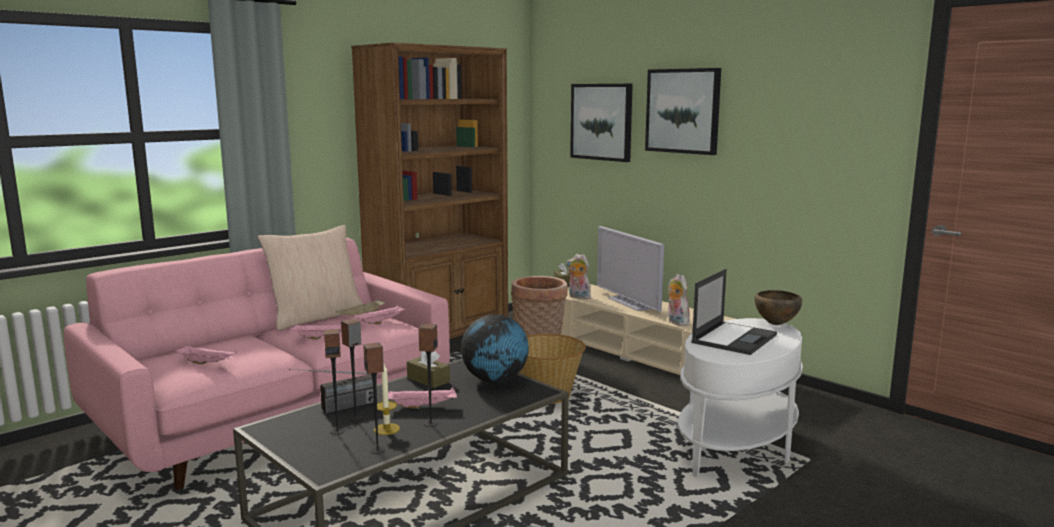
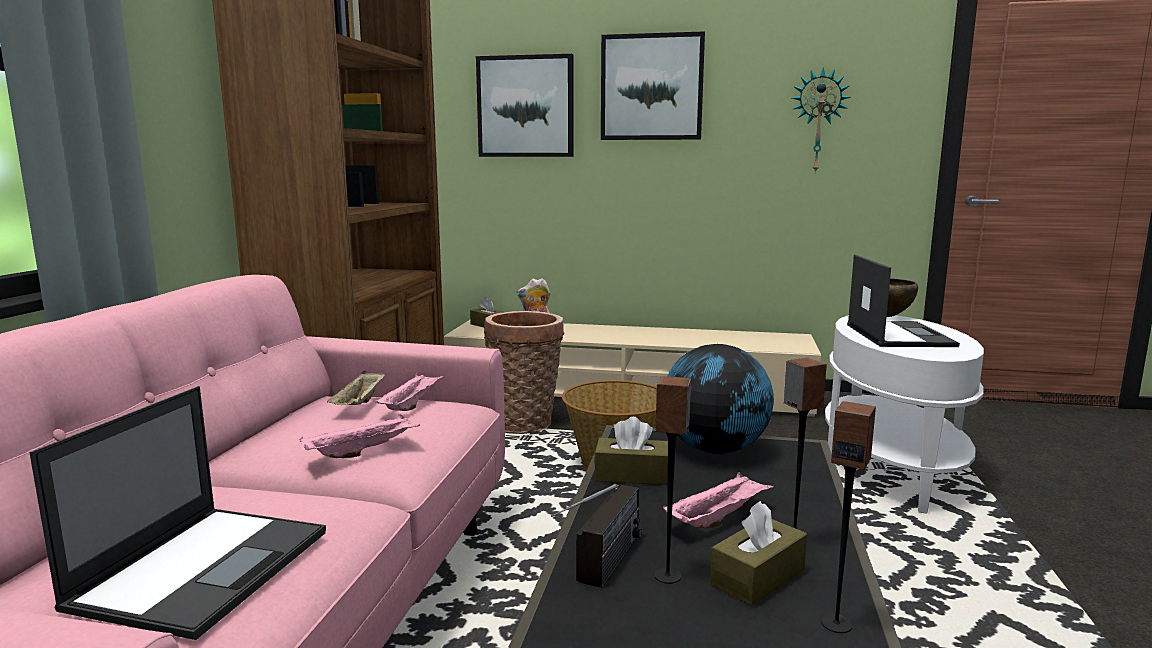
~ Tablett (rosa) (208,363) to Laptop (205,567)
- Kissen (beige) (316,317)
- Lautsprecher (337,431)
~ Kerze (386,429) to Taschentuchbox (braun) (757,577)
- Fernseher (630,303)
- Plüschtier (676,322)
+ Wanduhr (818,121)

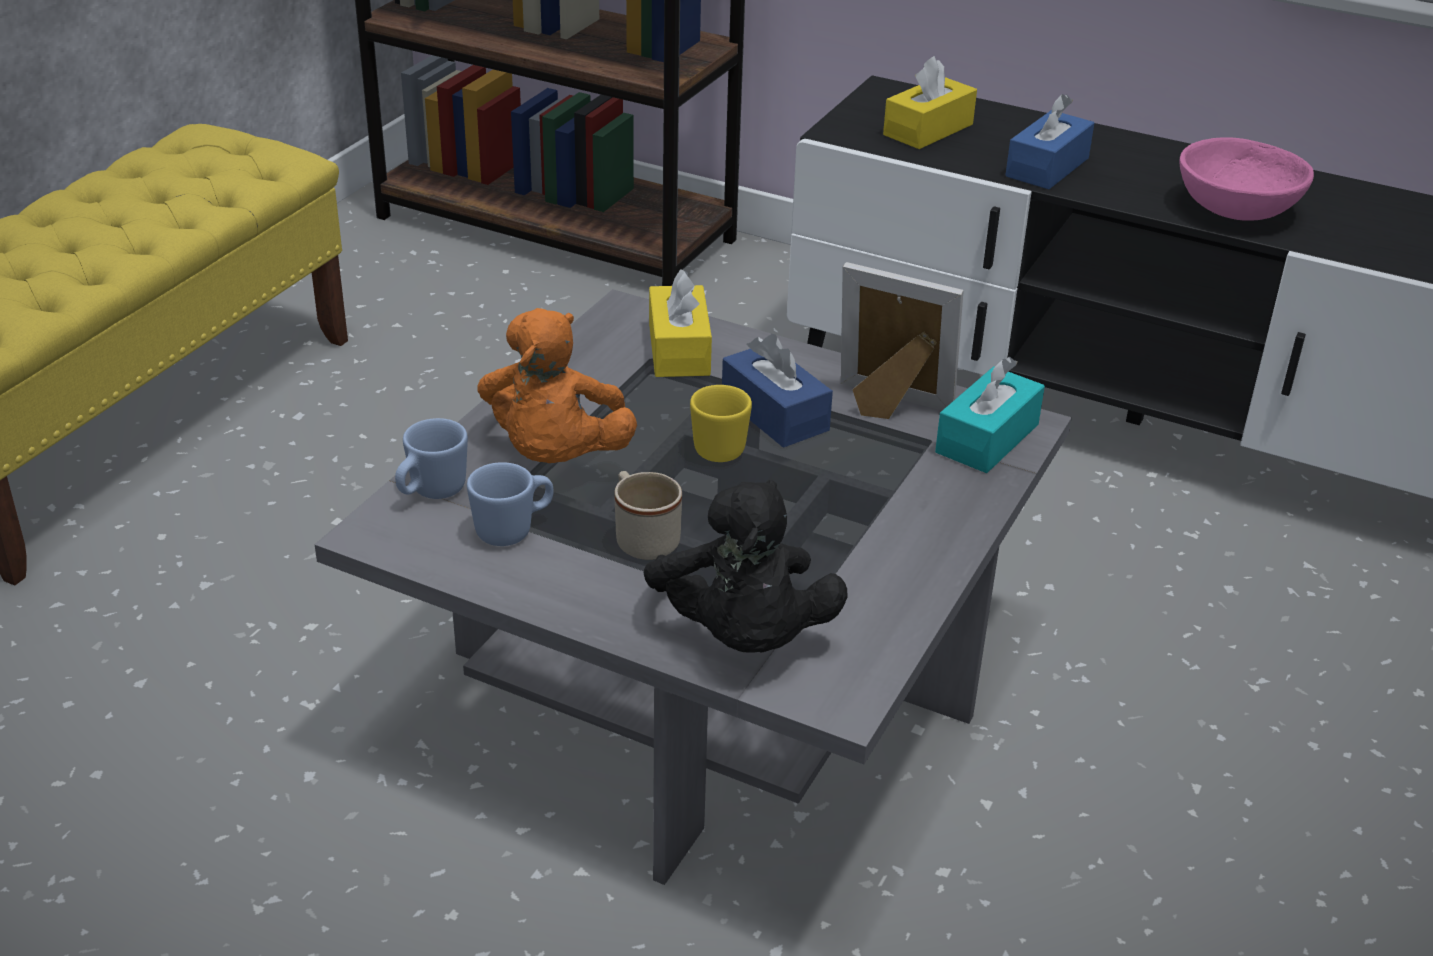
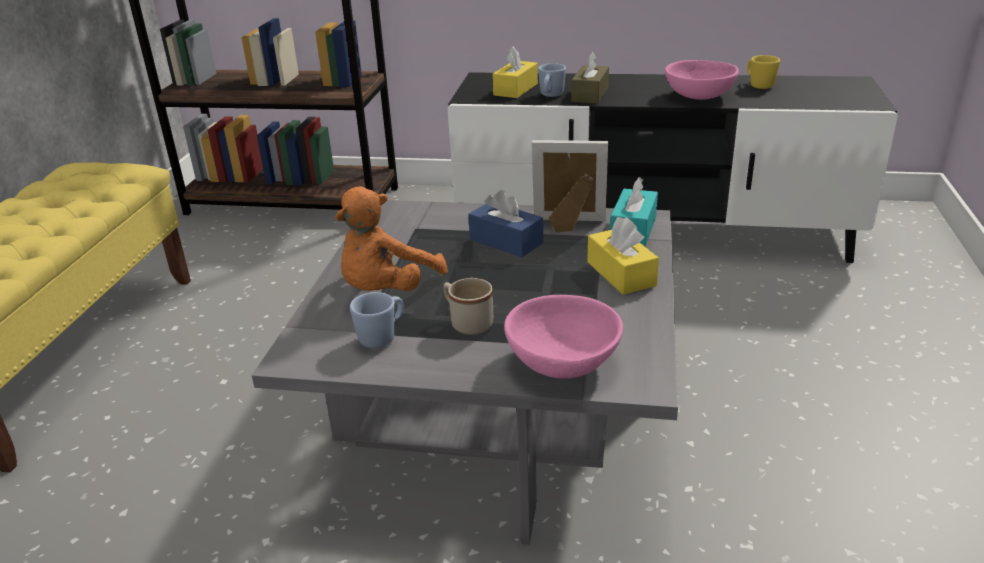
~ Henkelbecher (blau) (431,492) to (550,96)
~ Plüschtier (orange) (556,456) = (387,290) 45 degrees clockwise
~ Plüschtier (schwarz) (743,637) to Schüssel (rosa) (563,363)
~ Taschentuchbox (gelb) (679,349) to (621,274)
~ Henkelbecher (gelb) (718,445) to (758,85)
~ Taschentuchbox (blau) (1047,167) to Taschentuchbox (braun) (590,95)

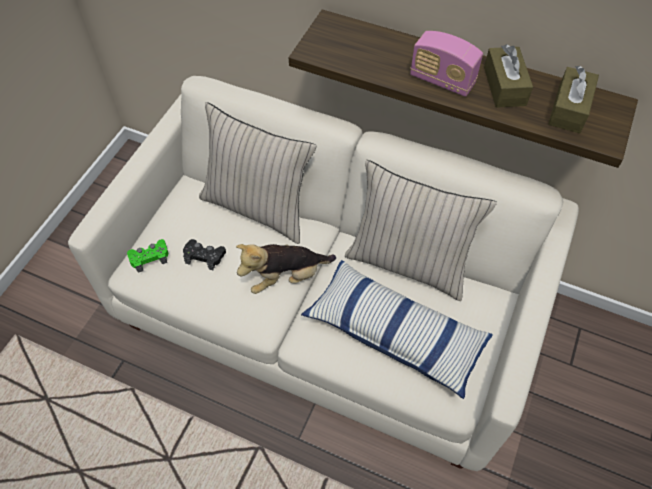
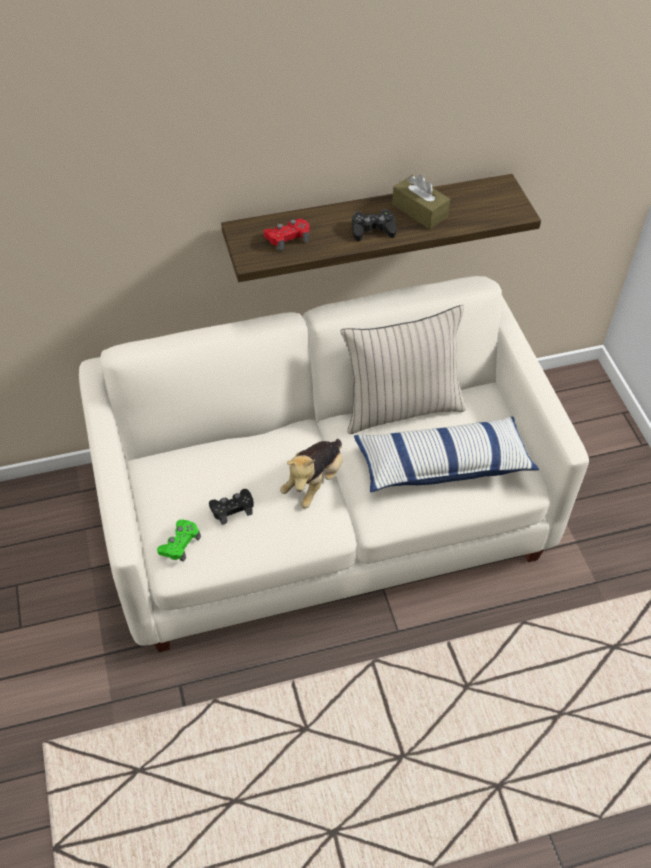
- Kissen (beige) (258,207)
~ Radio (442,81) to Gamepad (schwarz) (373,230)
- Taschentuchbox (braun) (569,109)
+ Gamepad (rot) (287,238)

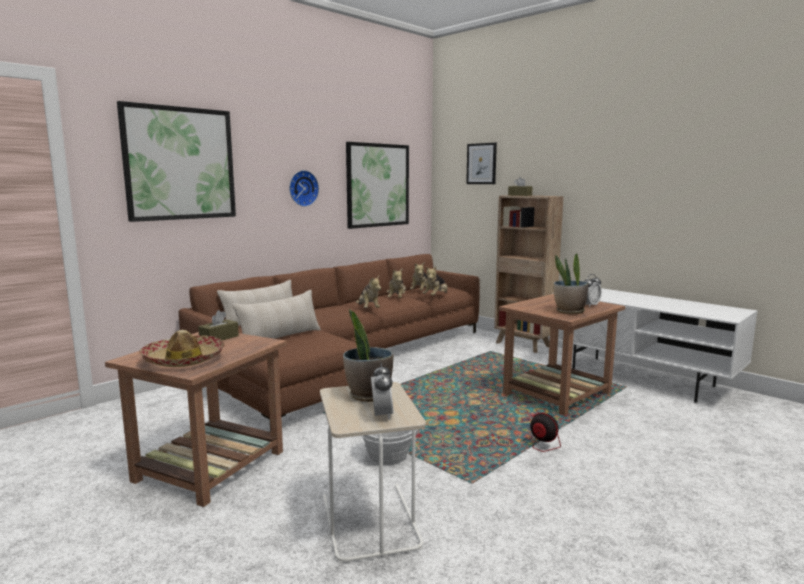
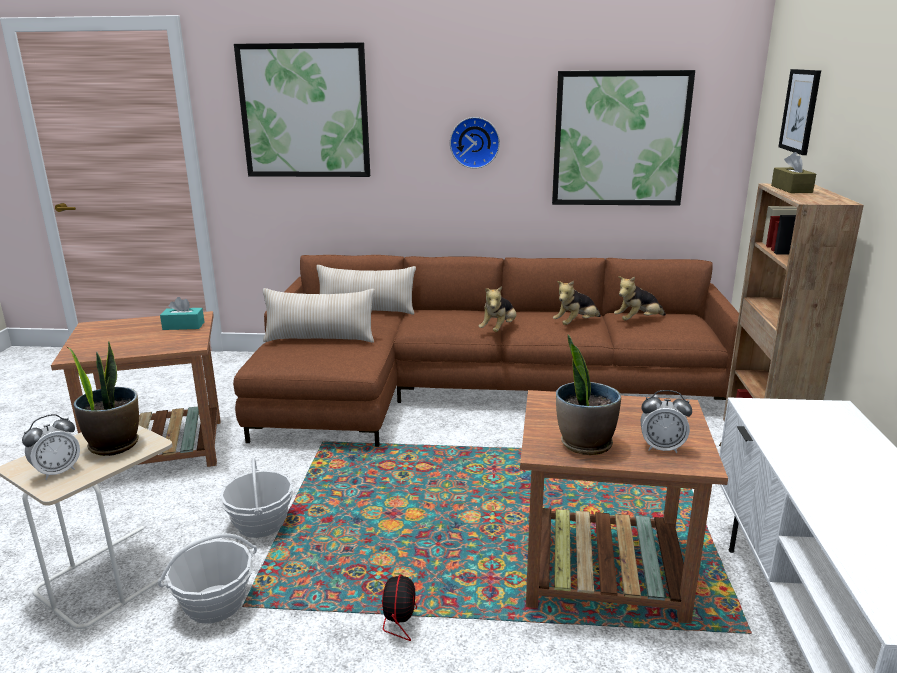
- Hut (183,360)
~ Taschentuchbox (braun) (219,338) to Taschentuchbox (türkis) (183,326)
- Plüschtier (436,296)
+ Korb (215,604)

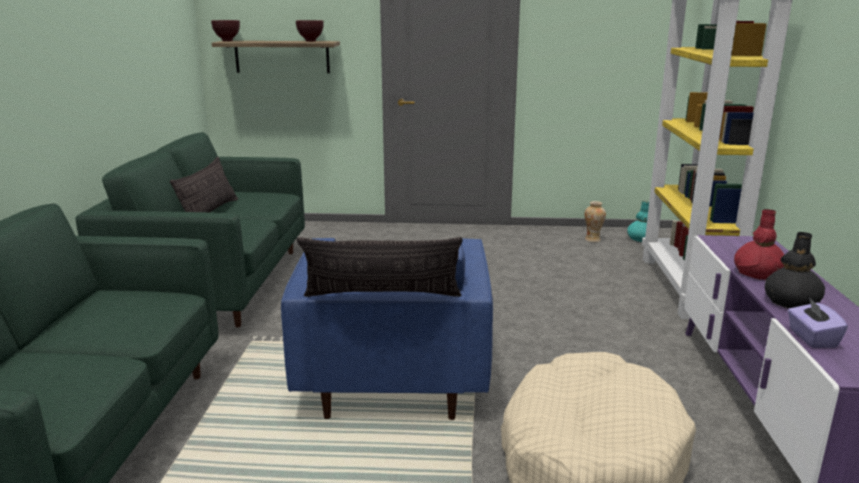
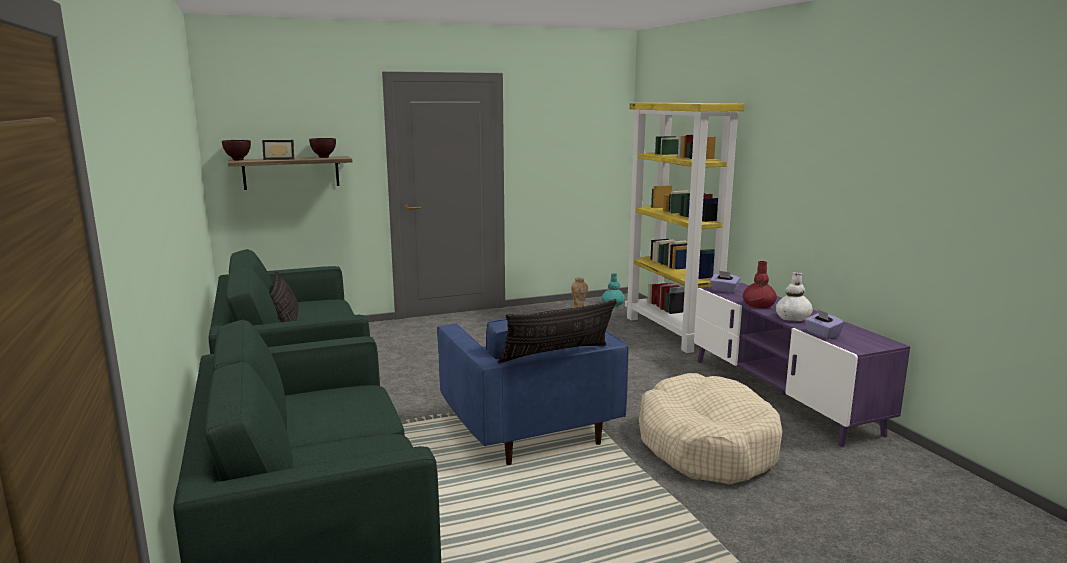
~ Vase (schwarz) (791,302) to Vase (weiß) (793,318)
+ Bilderrahmen (279,159)
+ Taschentuchbox (lila) (724,290)

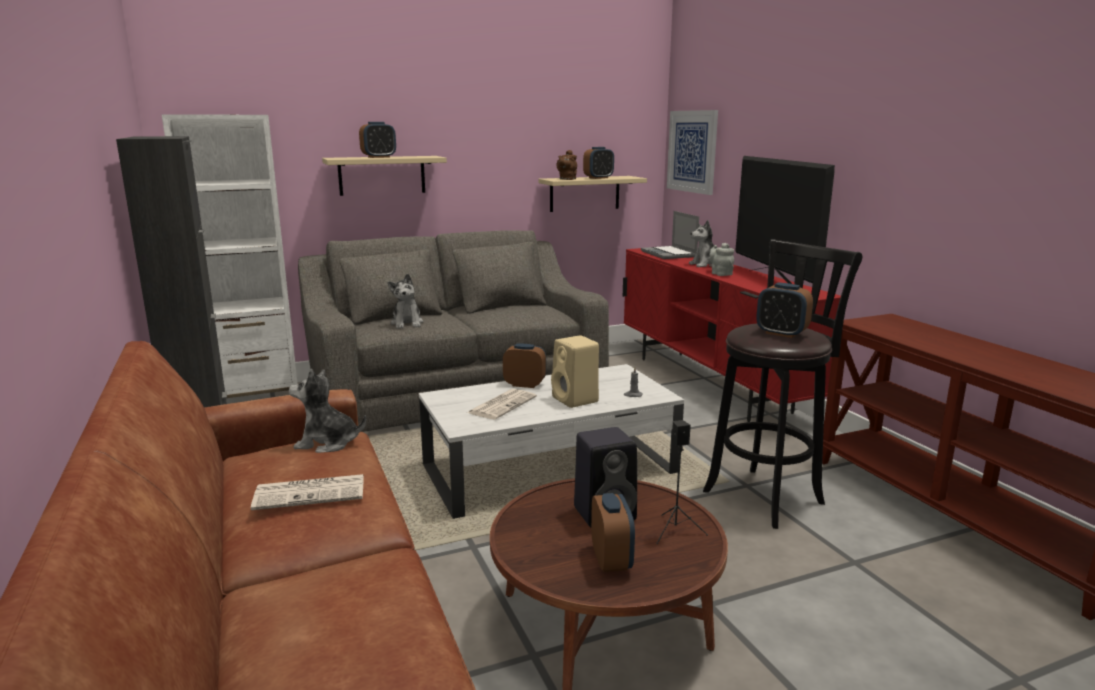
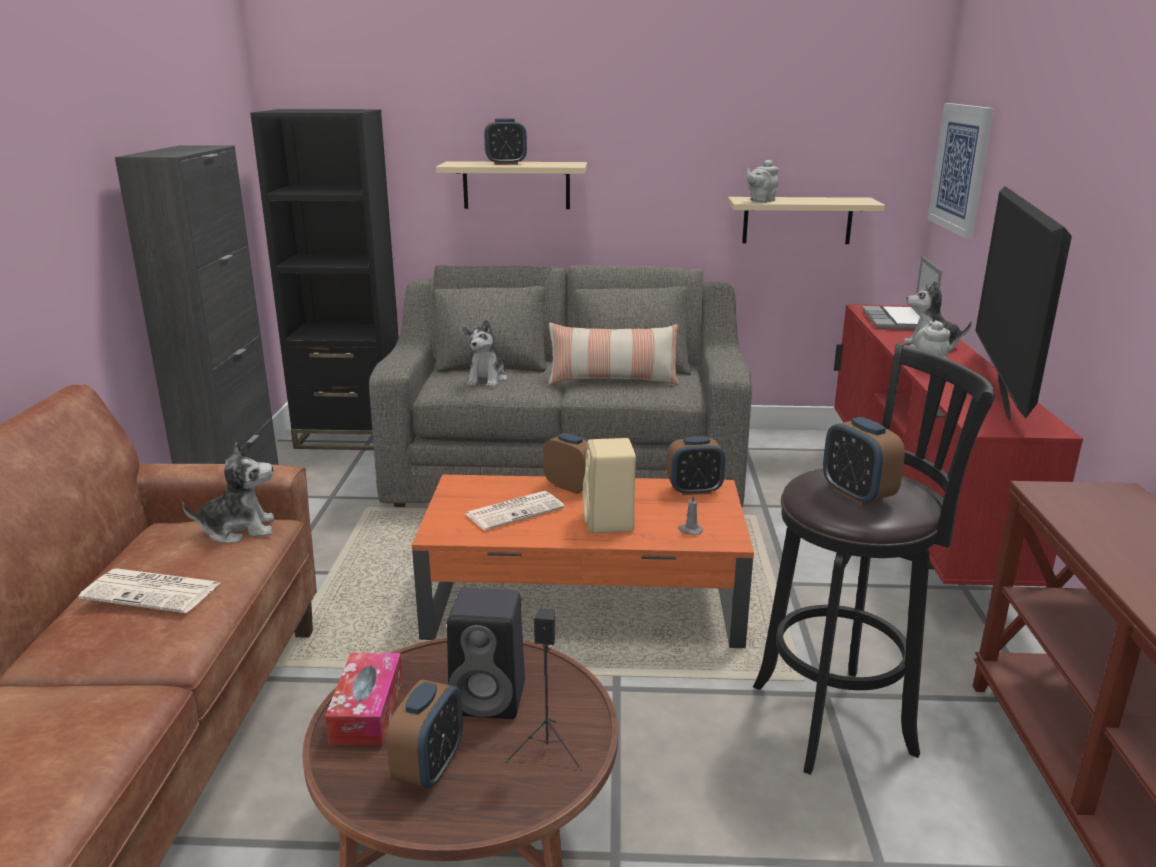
~ Bücherregal (weiß) (253,399) to Bücherregal (schwarz) (351,436)
~ Plüschtier (327,443) = (239,530) 135 degrees clockwise
~ Couchtisch (weiß) (551,469) to Couchtisch (orange) (586,601)
~ Teekanne (braun) (567,179) to Teekanne (grau) (760,201)
~ Wecker (598,178) to (694,490)
+ Taschentuchbox (367,711)
+ Kissen (613,380)

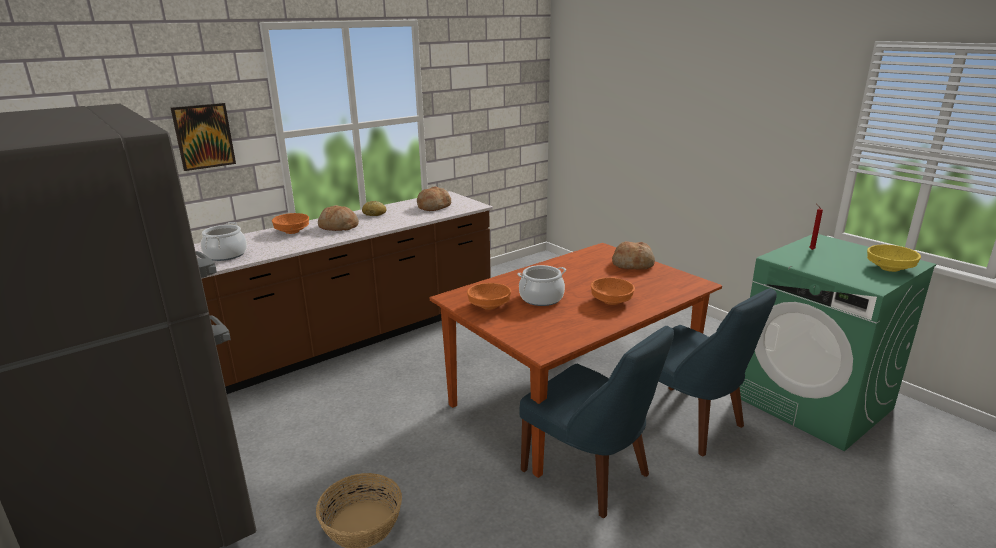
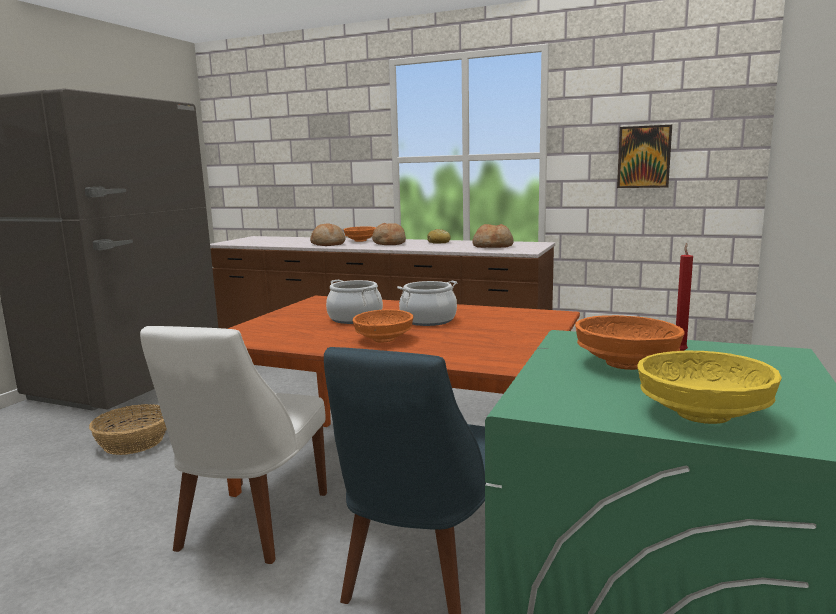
~ Bild (203,136) to (644,157)
~ Kochtopf (225,255) to (428,320)
~ Schüssel (orange) (490,306) to (627,364)
~ Stuhl (blau) (590,475) to Stuhl (weiß) (250,524)
~ Brot (633,264) to (328,244)

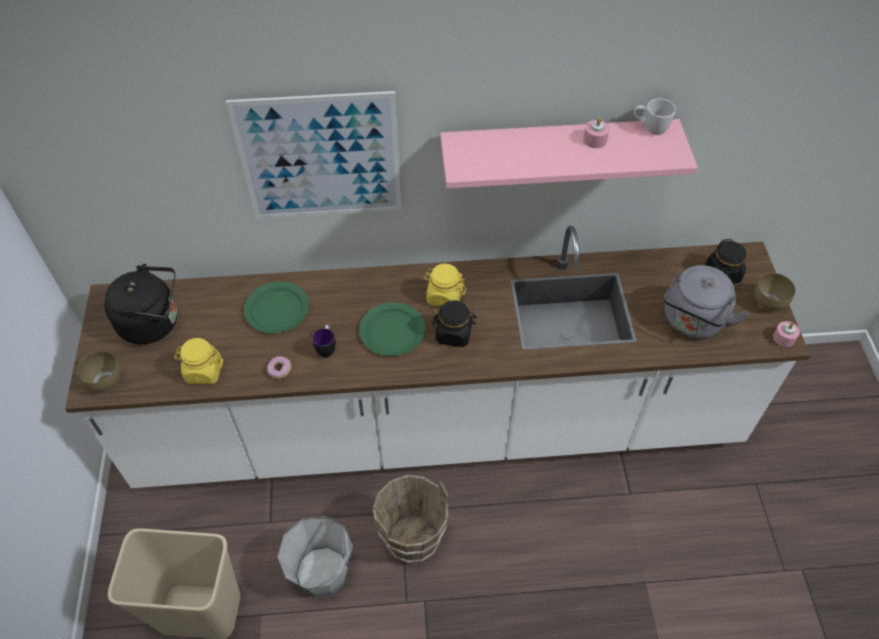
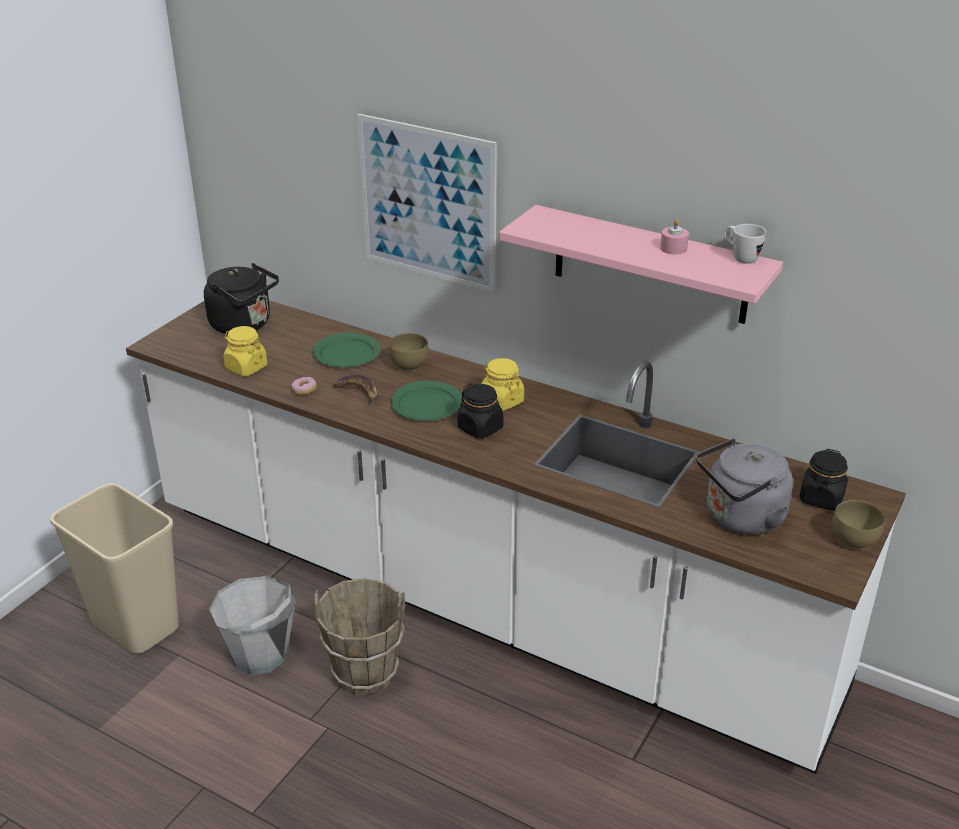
~ Schüssel (braun) (107,380) to (410,365)
~ Henkelbecher (327,348) to Banane (358,393)
- Kerze (rosa) (783,338)

